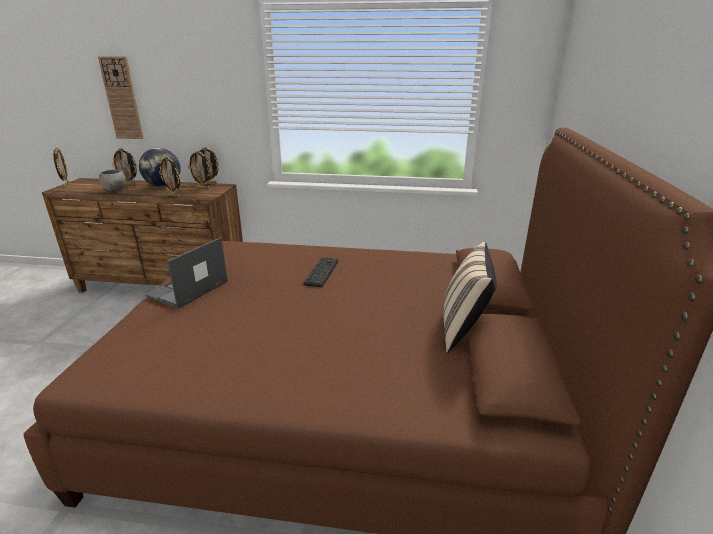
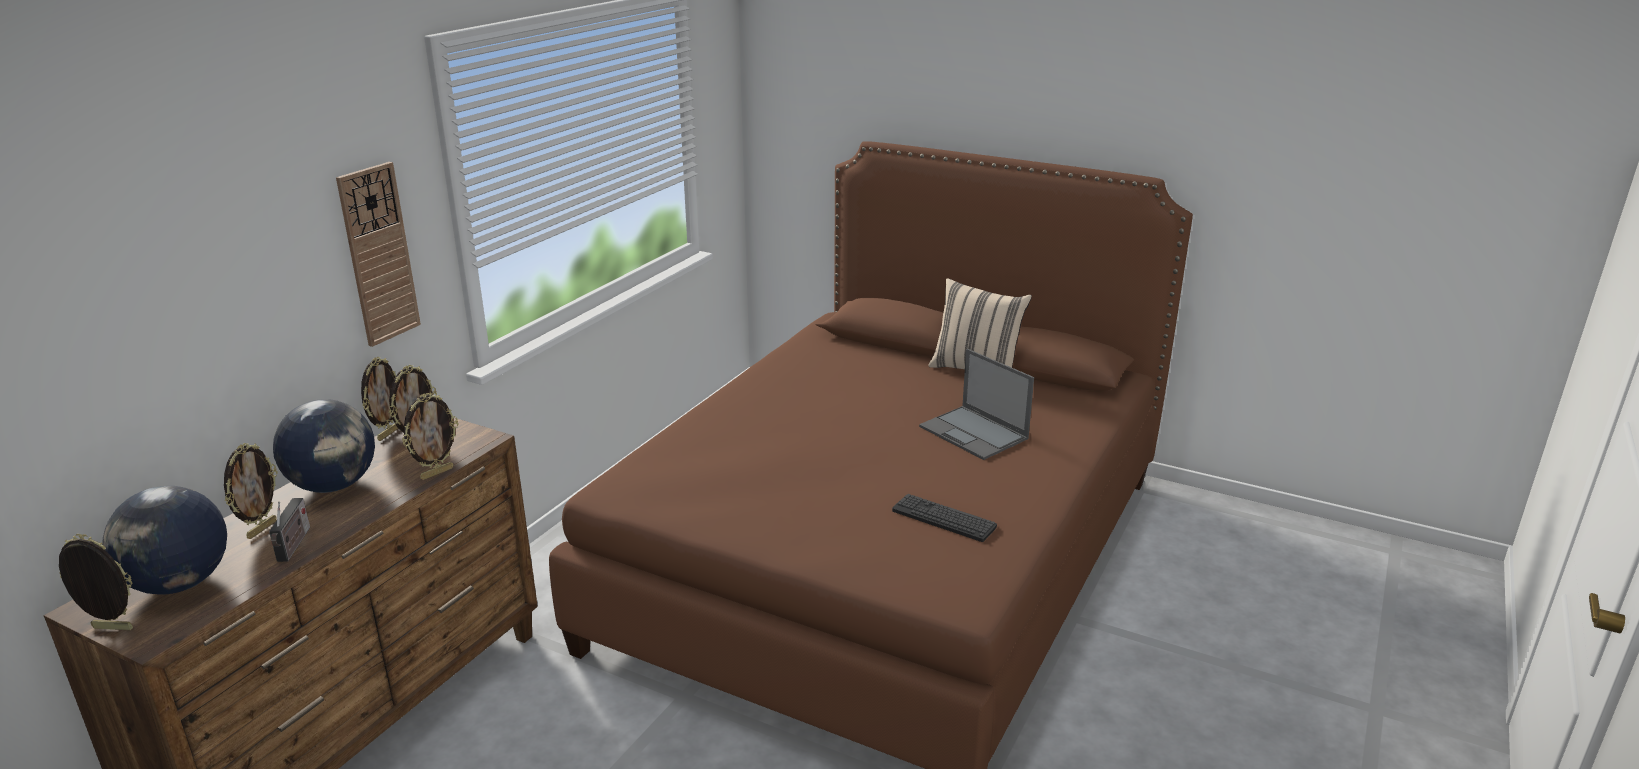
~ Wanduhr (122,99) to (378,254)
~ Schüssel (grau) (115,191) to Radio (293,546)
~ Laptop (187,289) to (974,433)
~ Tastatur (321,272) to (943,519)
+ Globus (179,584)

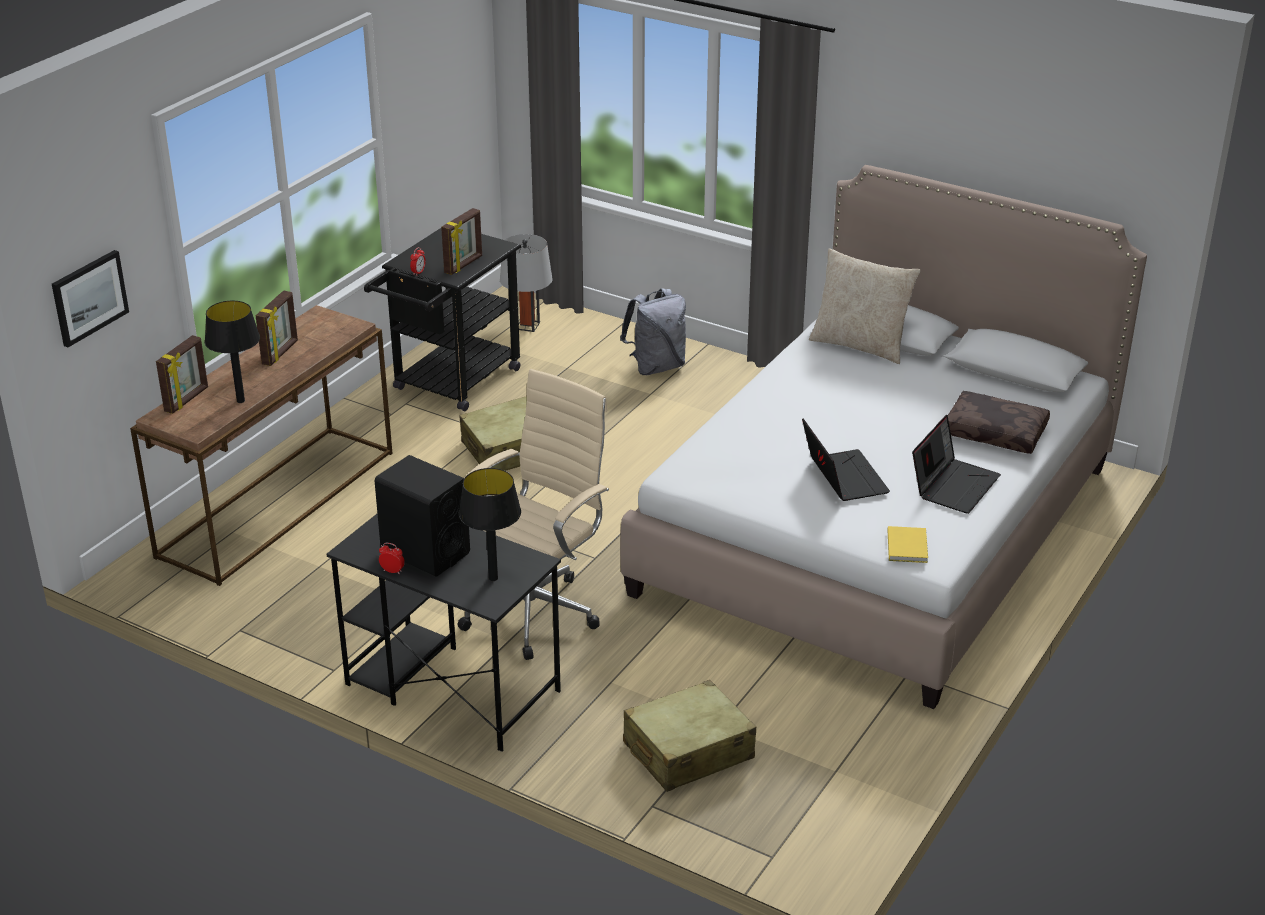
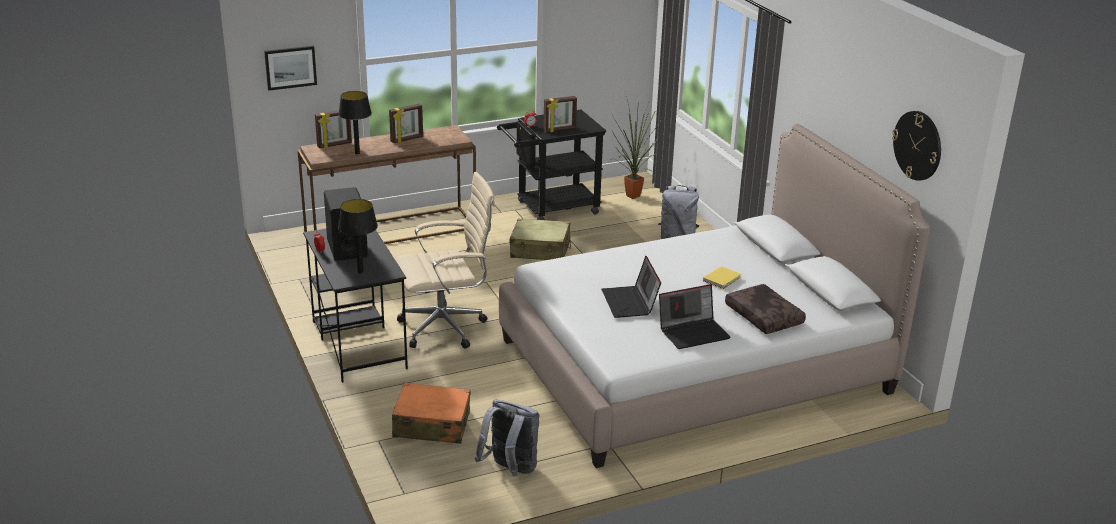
~ Tischlampe (grau) (527,326) to Topfpflanze (631,195)
~ Koffer (beige) (687,751) to Koffer (orange) (431,425)
~ Laptop (842,477) = (630,303) 150 degrees clockwise
- Kissen (beige) (860,345)
~ Buch (gelb) (908,546) to (723,279)
+ Rucksack (grau) (510,470)
+ Wanduhr (917,145)

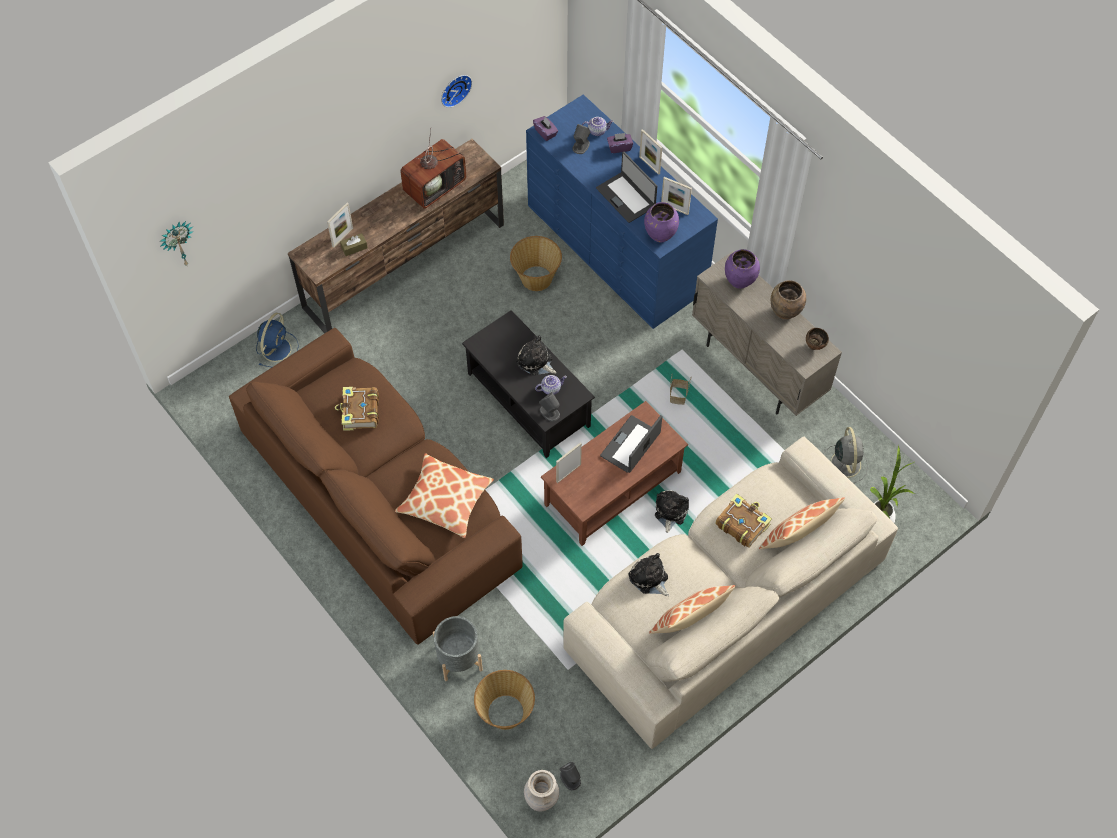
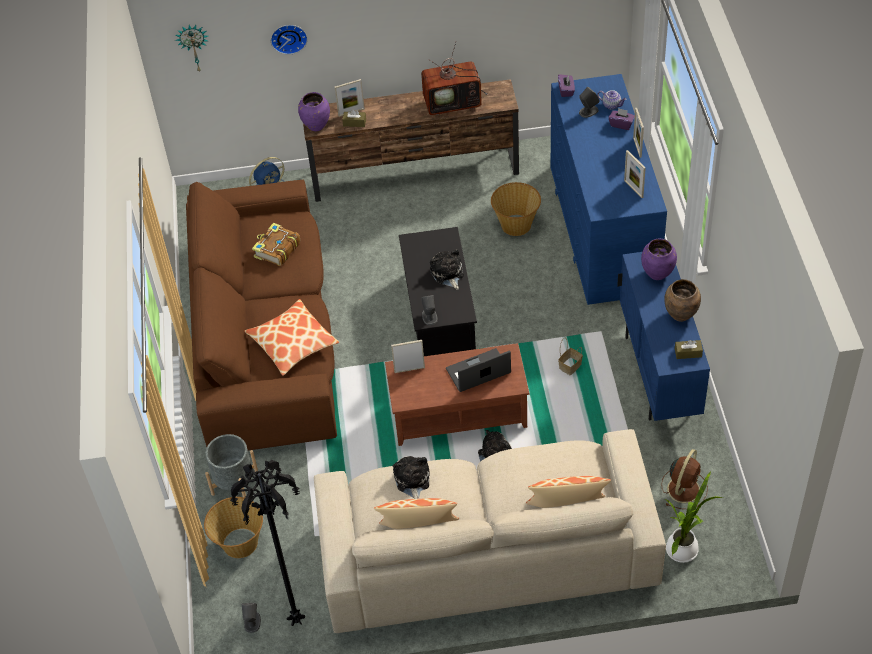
~ Wanduhr (454,89) to (288,37)
- Vase (beige) (542,801)
- Teekanne (551,388)
- Laptop (626,197)
~ Vase (lila) (660,236) to (316,126)
~ Schrank (beige) (757,368) to Schrank (blau) (658,375)
- Buch (742,524)
~ Schüssel (braun) (815,345) to Taschentuchbox (braun) (688,353)
~ Ventilator (grau) (845,462) to Ventilator (braun) (684,488)
+ Stehlampe (schwarz) (295,619)

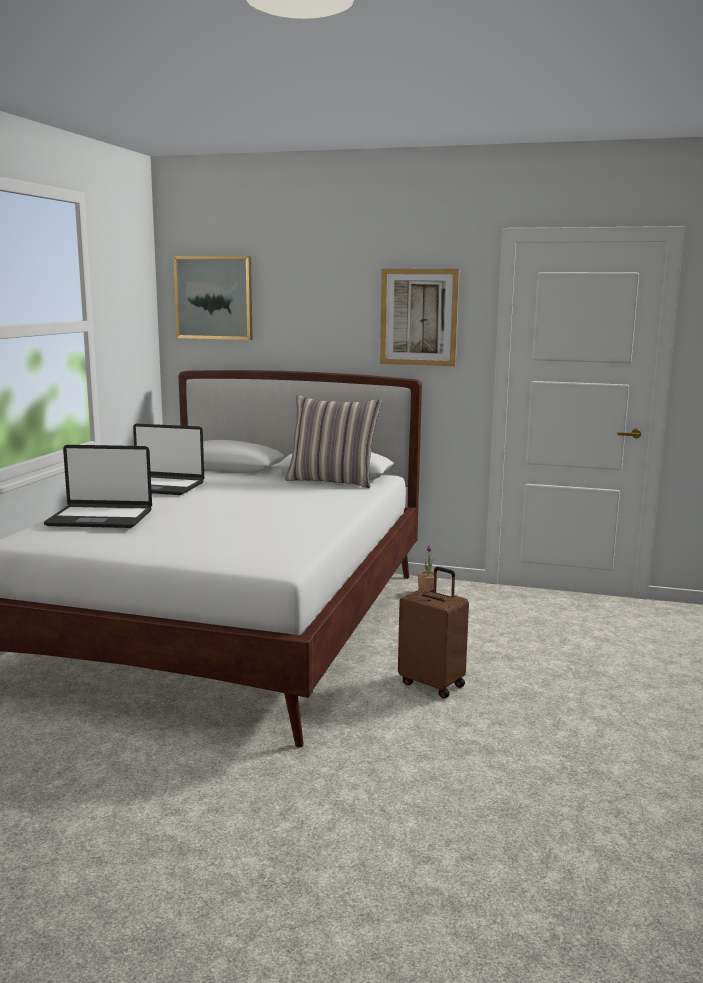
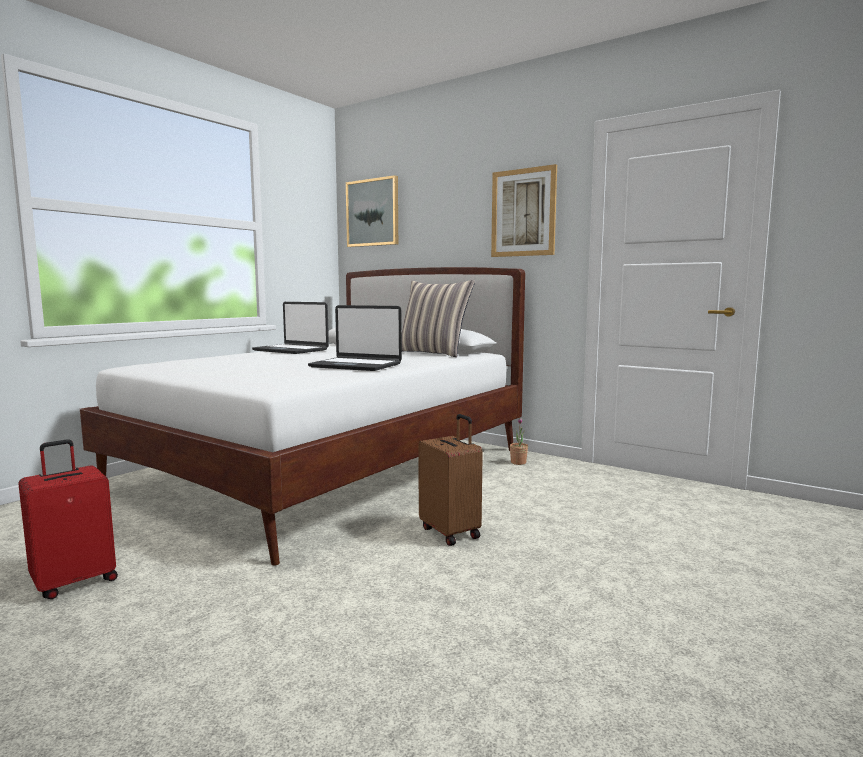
~ Laptop (100,518) to (356,365)
+ Koffer (rot) (75,582)

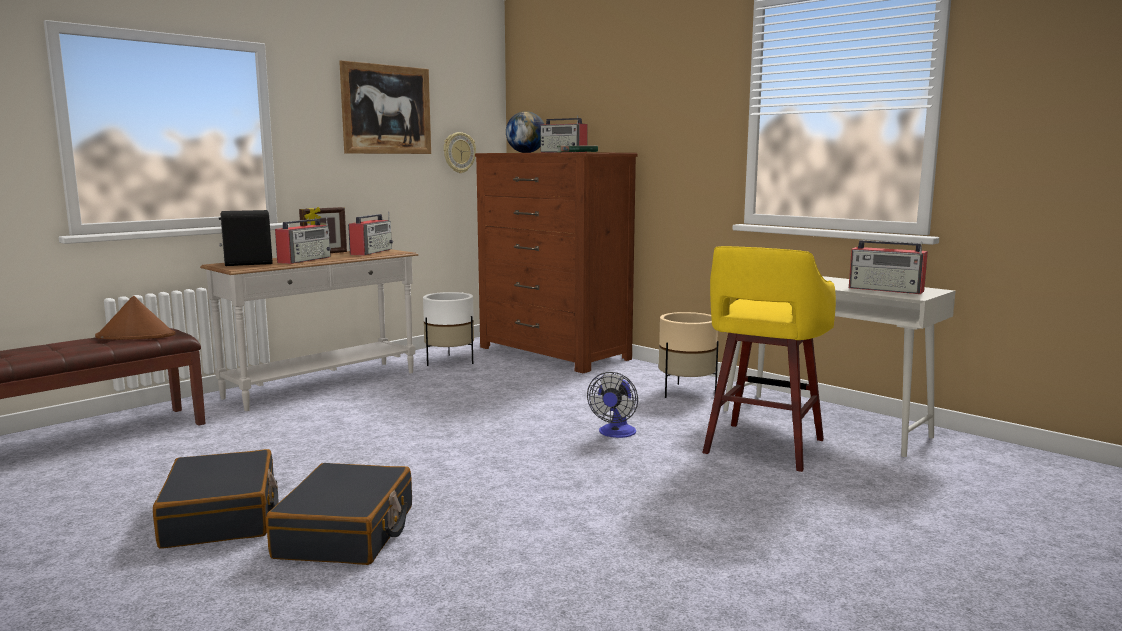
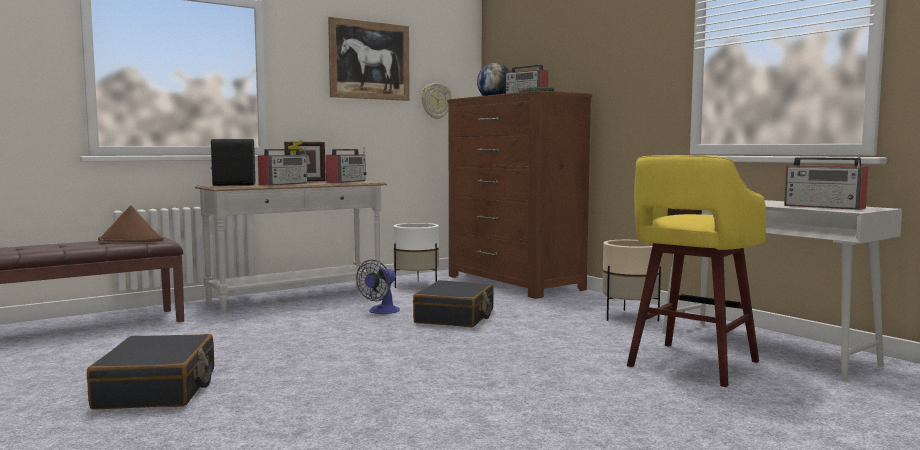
~ Koffer (schwarz) (347,532) to (455,317)
~ Ventilator (615,433) to (381,311)

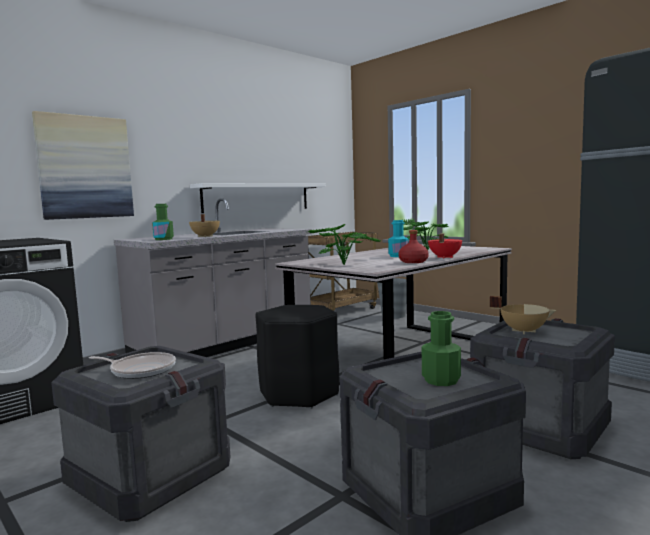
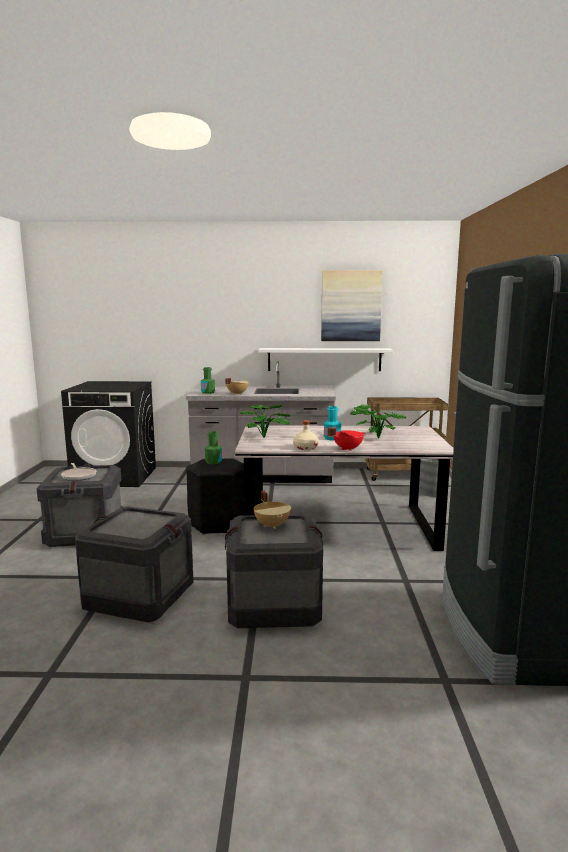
~ Bild (85,167) to (351,306)
~ Flasche (rot) (413,262) to Flasche (beige) (305,447)
~ Flasche (grün) (441,380) to (213,462)

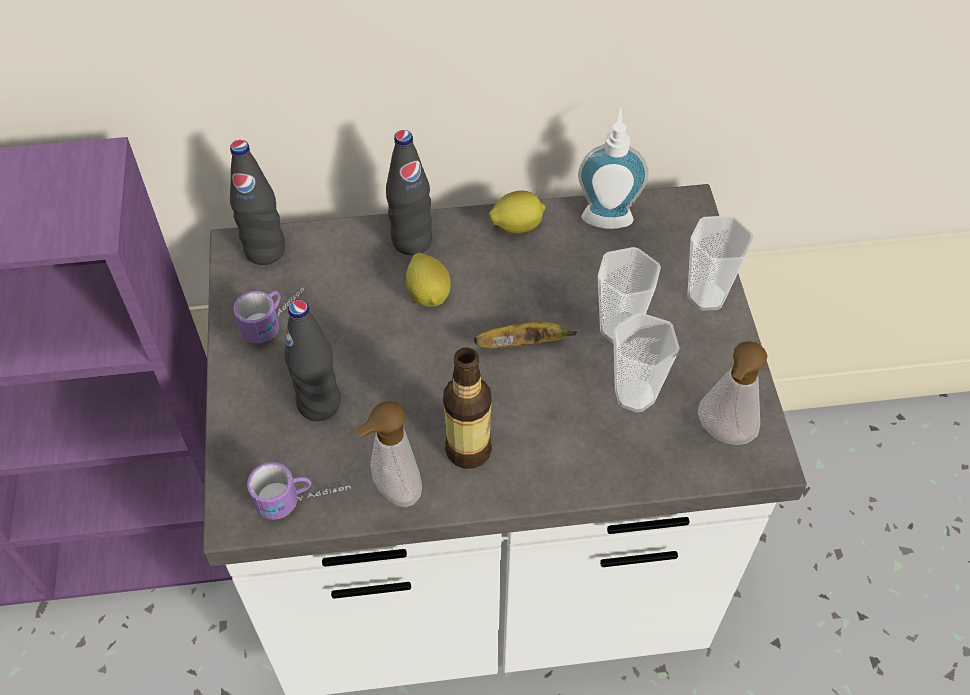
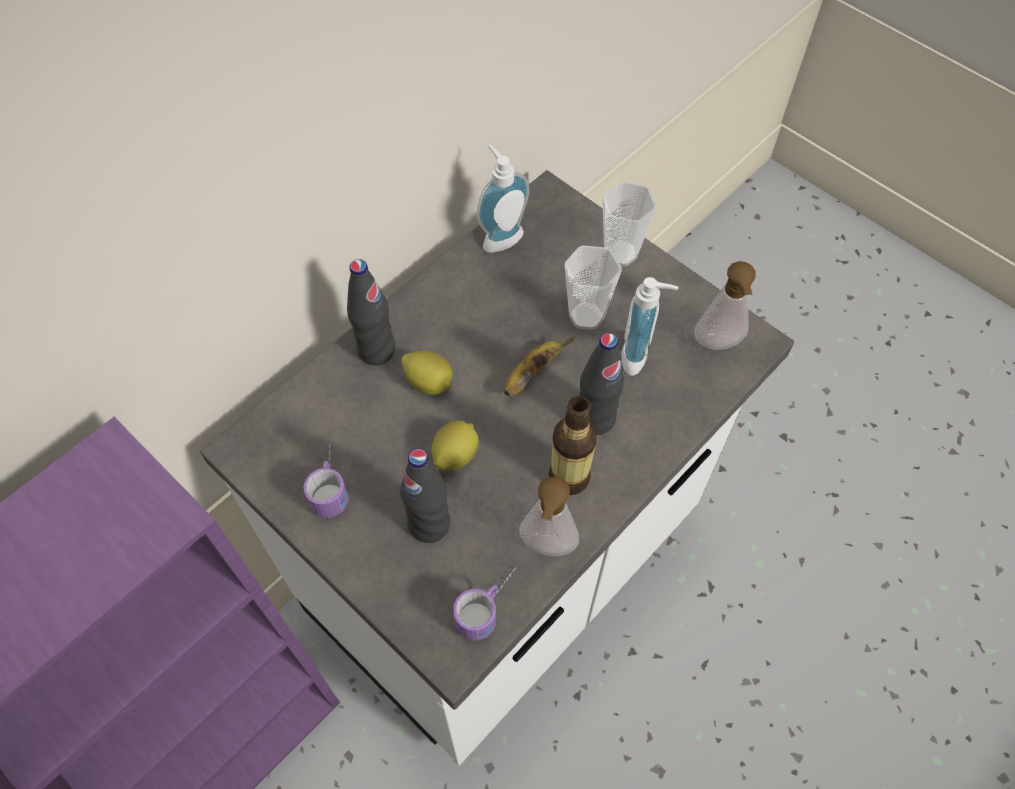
~ Flasche (schwarz) (265,250) to (595,418)
~ Zitrone (516,226) to (455,455)
~ Tasse (635,395) to Seifenspender (640,356)

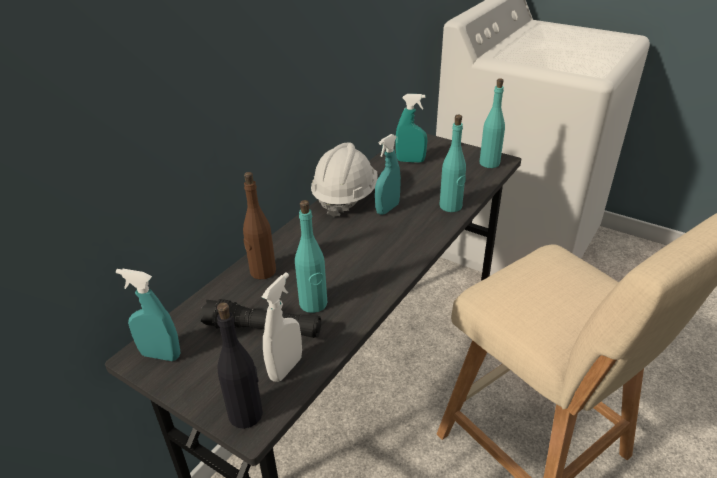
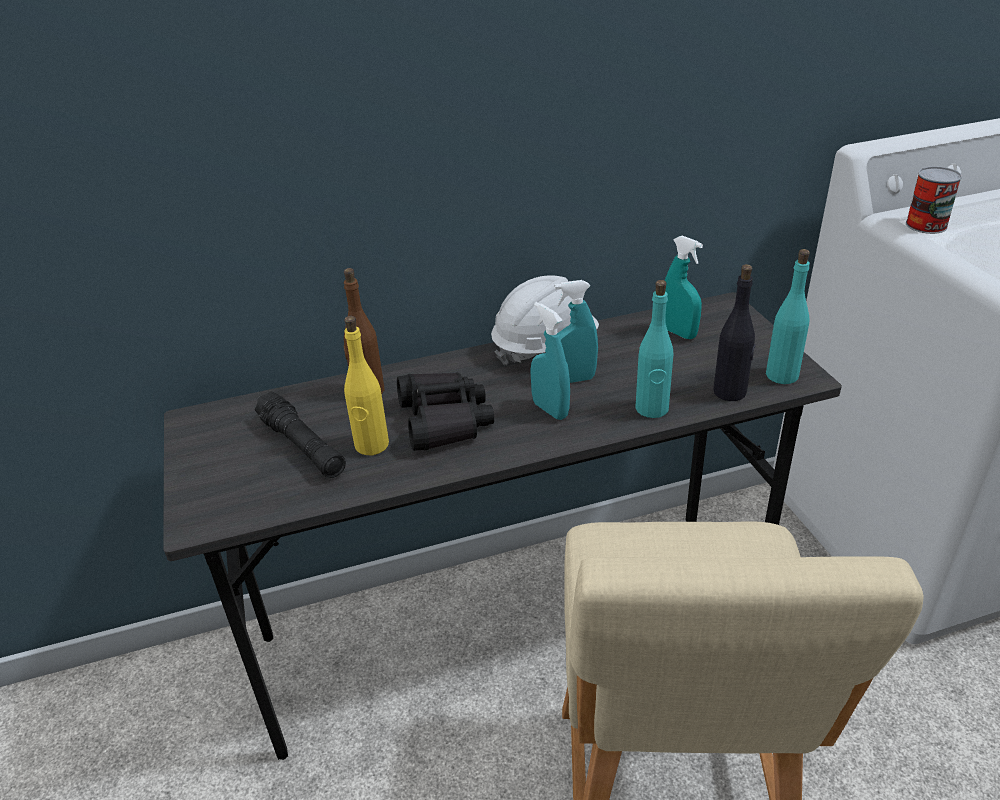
~ Sprühflasche (türkis) (160,355) to (550,410)
~ Flasche (schwarz) (246,414) to (730,392)
- Sprühflasche (weiß) (286,368)
~ Flasche (türkis) (313,304) to Flasche (gelb) (371,445)
+ Fernglas (schwarz) (444,420)
+ Dose (926,225)

